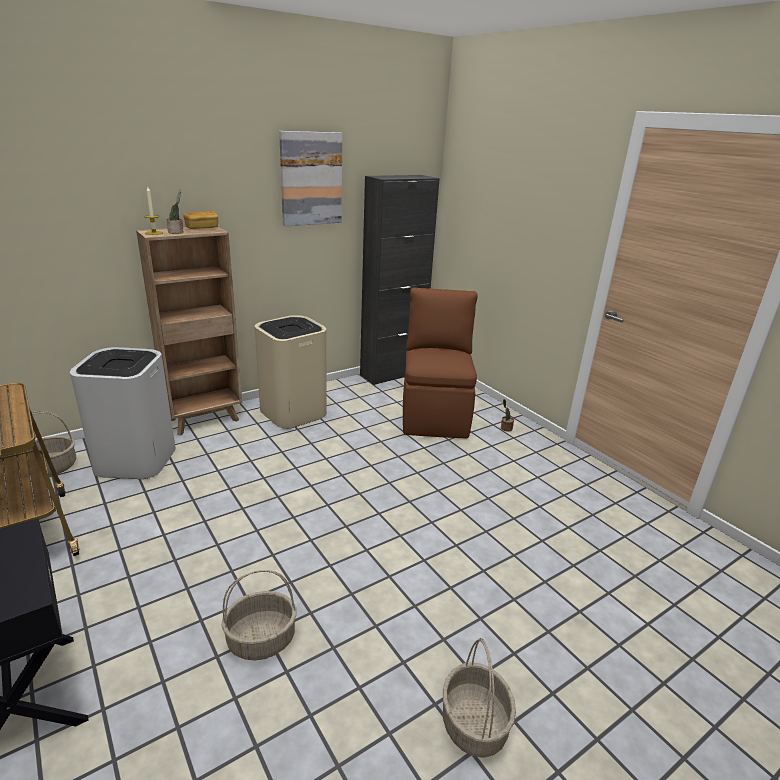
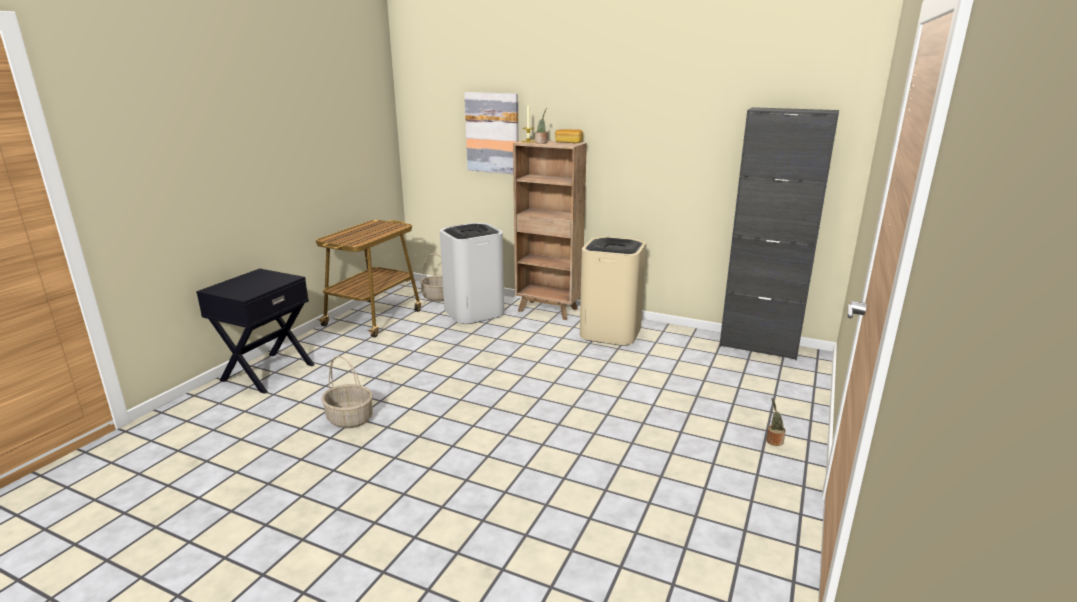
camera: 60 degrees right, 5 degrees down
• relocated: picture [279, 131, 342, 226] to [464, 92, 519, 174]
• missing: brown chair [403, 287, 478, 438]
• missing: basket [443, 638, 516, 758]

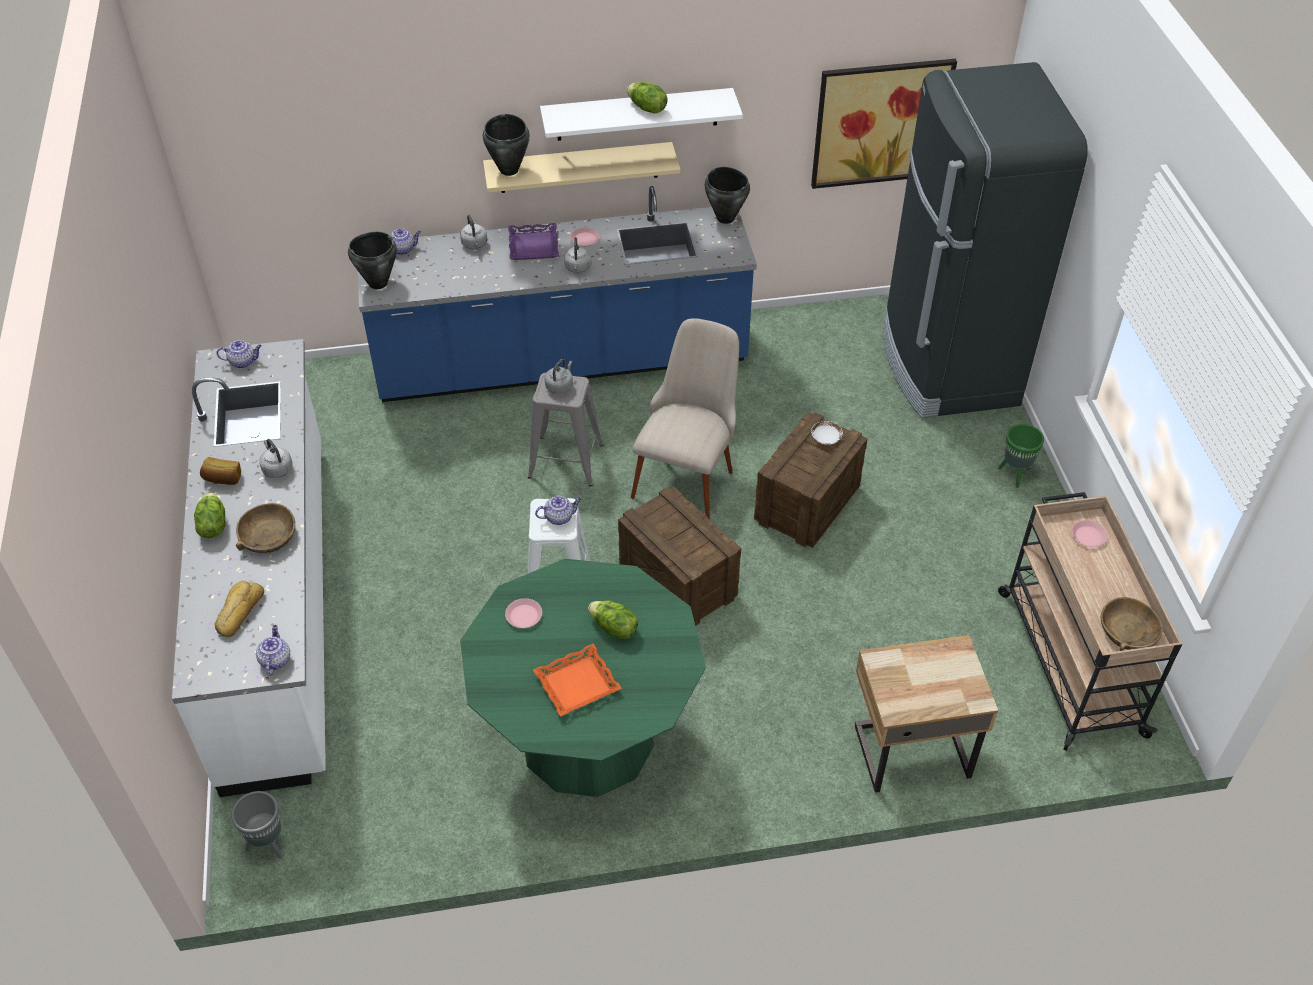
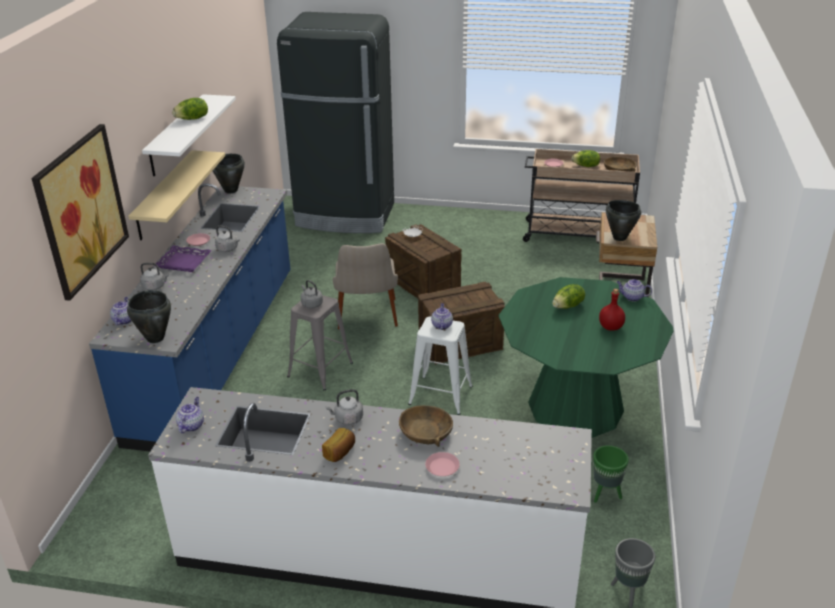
camera: 70 degrees left, 15 degrees down
• relocated: lettuce [194, 493, 226, 539] to [571, 150, 600, 167]
• missing: bread [215, 581, 264, 637]
• relocated: teapot [256, 625, 290, 676] to [617, 279, 652, 302]
• relocated: black cooking pot [483, 114, 530, 176] to [606, 200, 641, 241]
• relocated: pink plate [505, 598, 542, 628] to [425, 452, 460, 476]
• exchanged: orange tray [533, 644, 622, 716] to red bottle [599, 289, 625, 331]
• spun: beige chair [631, 318, 739, 519] = [333, 243, 398, 329] 135 degrees counterclockwise
• relocated: picture [811, 59, 957, 189] to [31, 124, 129, 301]
• relocated: green planter [998, 424, 1044, 488] to [593, 445, 629, 503]

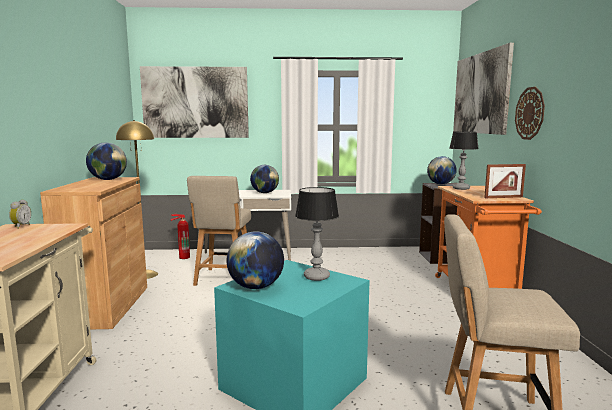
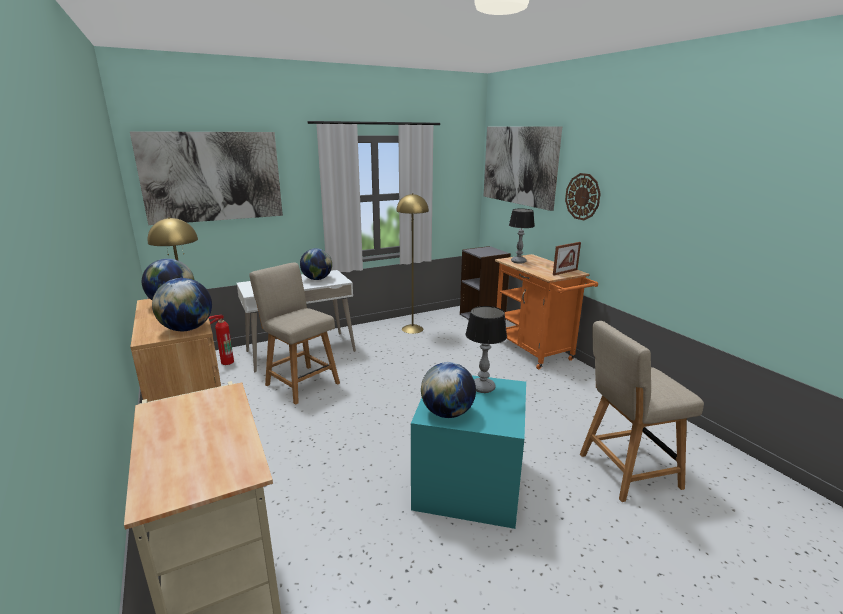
camera: 25 degrees left, 10 degrees up
• missing: alarm clock [9, 200, 31, 229]
• spun: beige chair [187, 176, 251, 286] = [249, 262, 340, 405] 150 degrees clockwise
• relocated: globe [427, 156, 457, 184] to [152, 278, 212, 331]
• appeared: yellow floor lamp [396, 193, 429, 334]

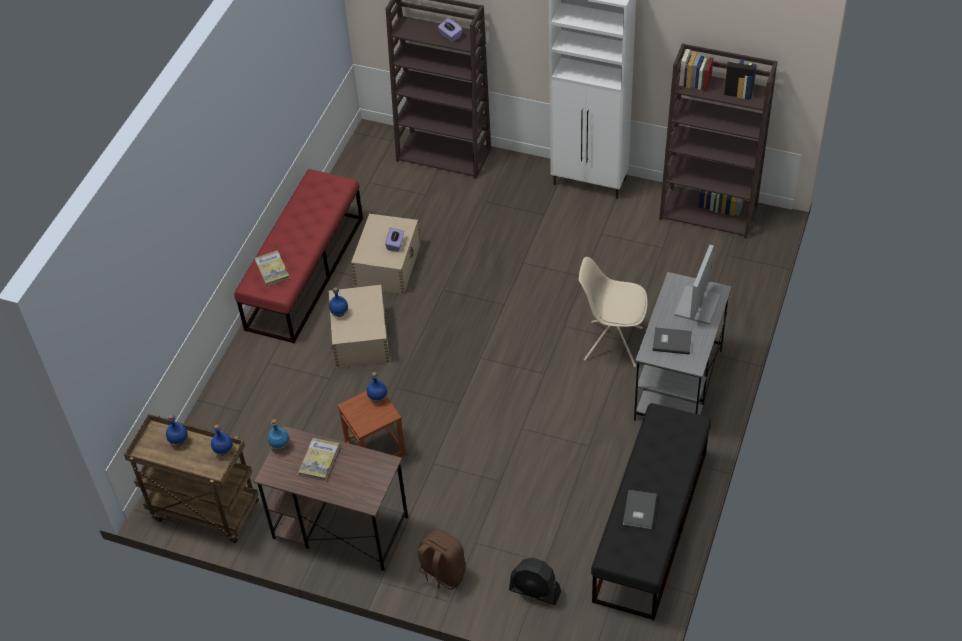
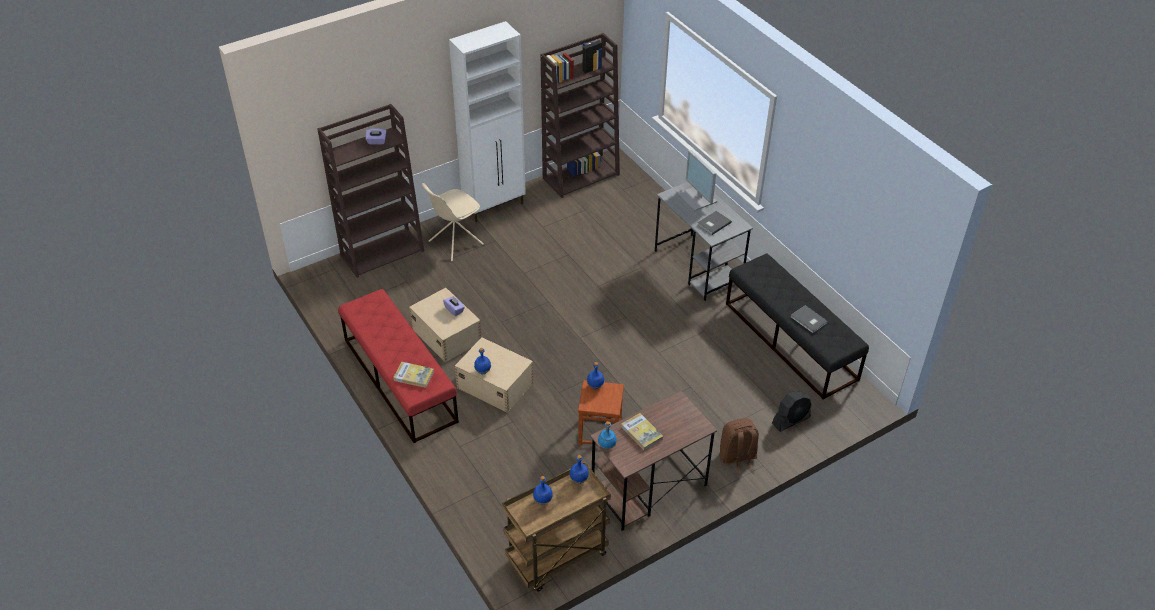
camera: 55 degrees left, 5 degrees down
• relocated: beige chair [579, 257, 648, 367] to [422, 183, 484, 261]

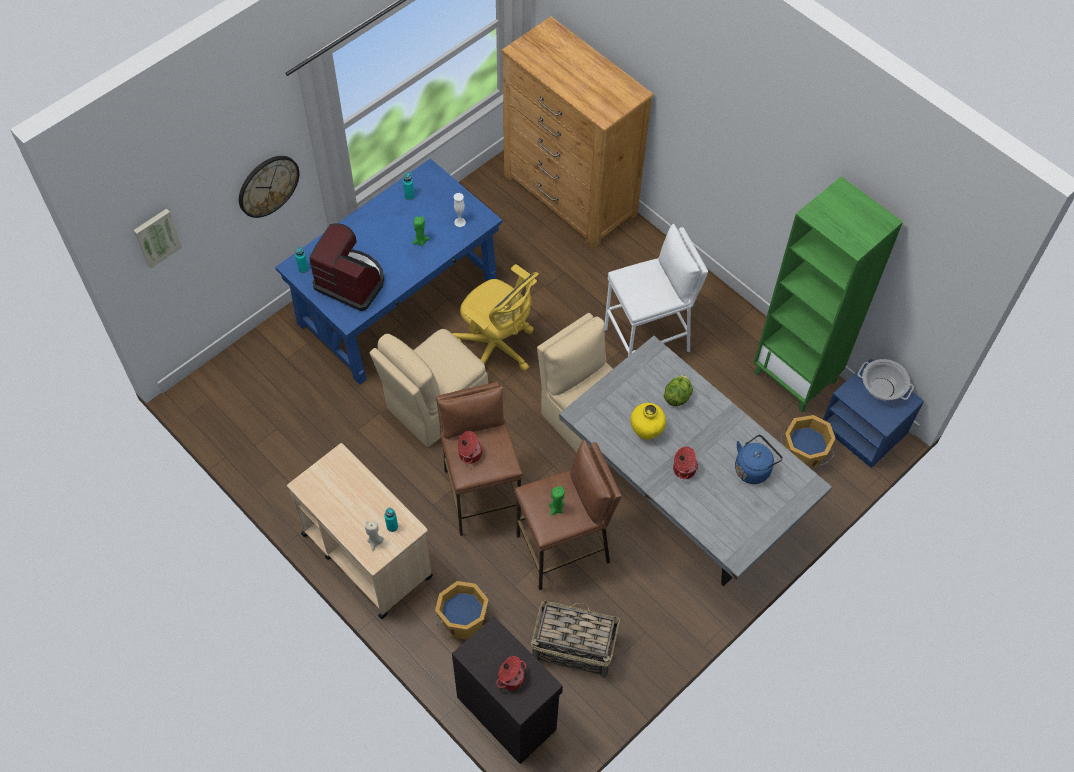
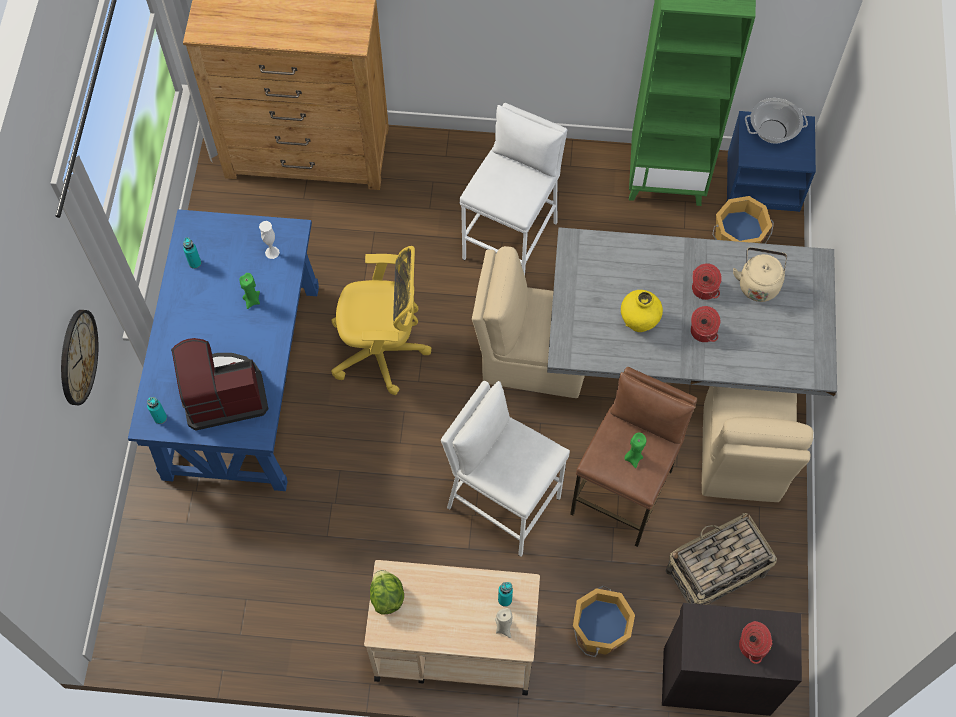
camera: 40 degrees left, 5 degrees up
• missing: picture [133, 209, 182, 269]
• relocated: beige chair [369, 329, 488, 447] to [702, 386, 813, 502]
• colour: brown stool [436, 382, 522, 536] to white stool [441, 381, 570, 557]
• relocated: cooking pot [458, 431, 483, 464] to [692, 263, 722, 300]
• relocated: lettuce [664, 375, 693, 406] to [370, 570, 404, 615]
• colour: blue kettle [735, 435, 783, 484] to beige kettle [733, 247, 787, 302]

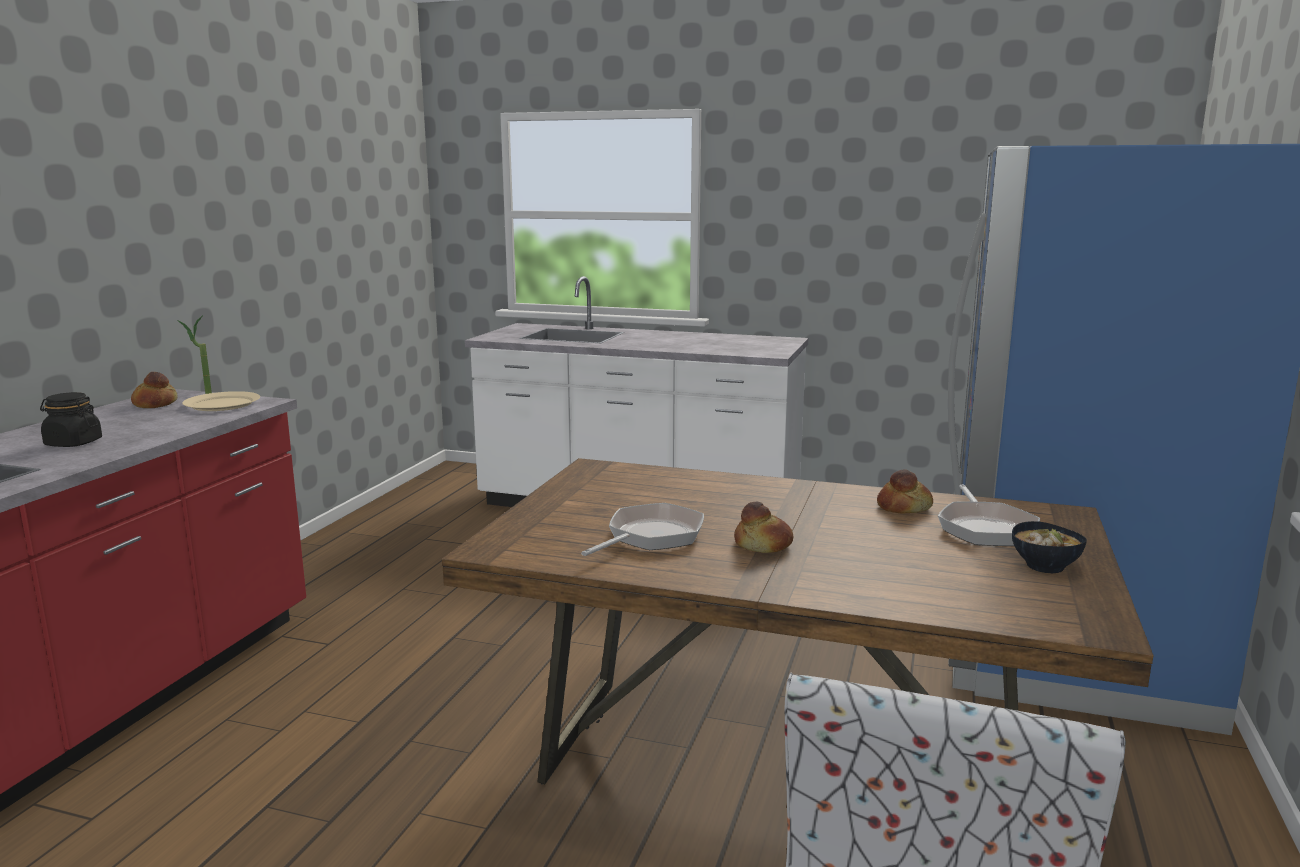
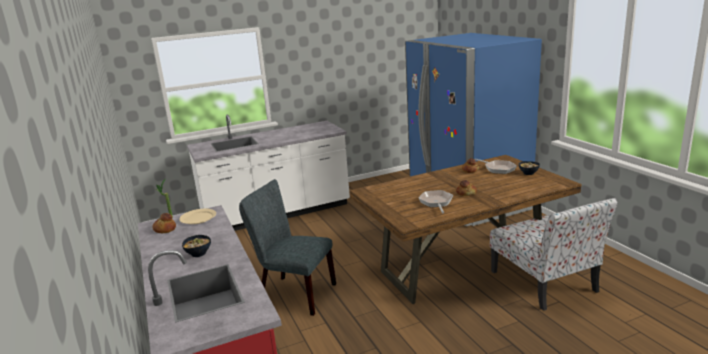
camera: 40 degrees left, 5 degrees up
• exchanged: black jar [40, 392, 102, 447] to bowl [182, 235, 211, 257]
• appeared: grey chair [239, 179, 336, 316]

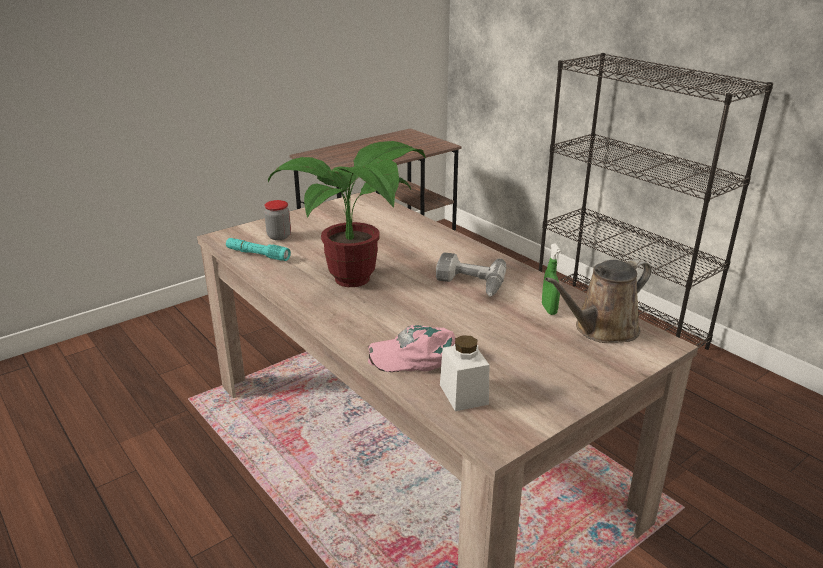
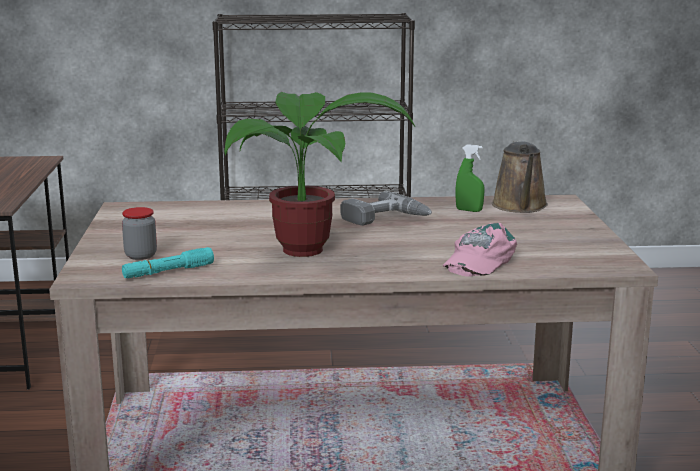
camera: 55 degrees left, 10 degrees down
• missing: white jar [440, 335, 489, 411]

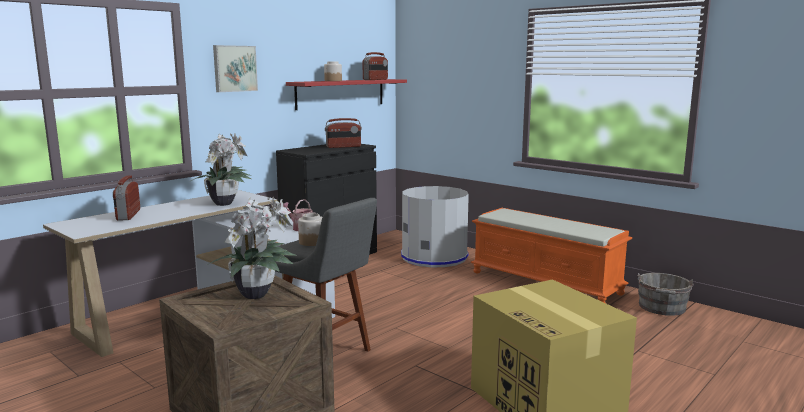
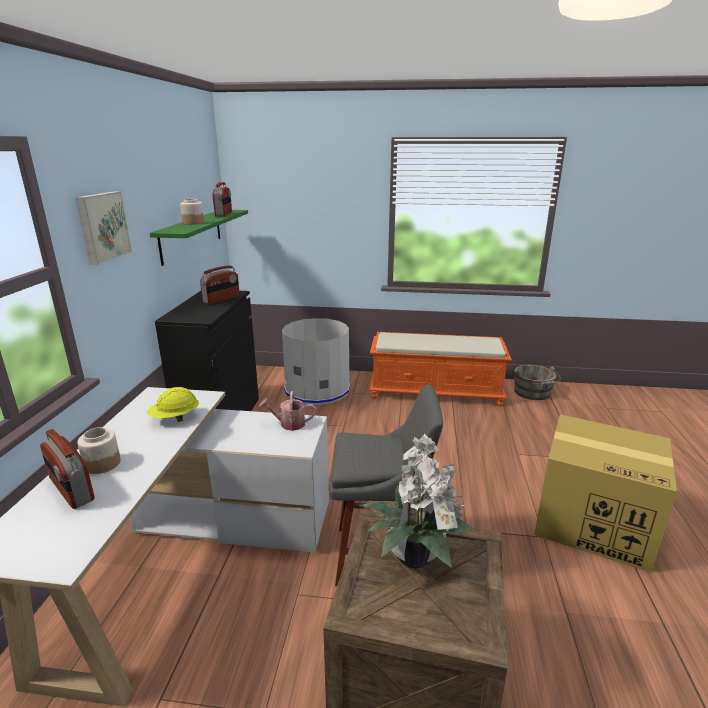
camera: 35 degrees left, 10 degrees up
• exchanged: potted plant [191, 133, 252, 206] to yellow hard hat [148, 387, 199, 422]
• colour: red shelf [286, 79, 407, 110] to green shelf [150, 210, 248, 266]
• relocated: jar [298, 213, 322, 246] to [77, 427, 121, 474]

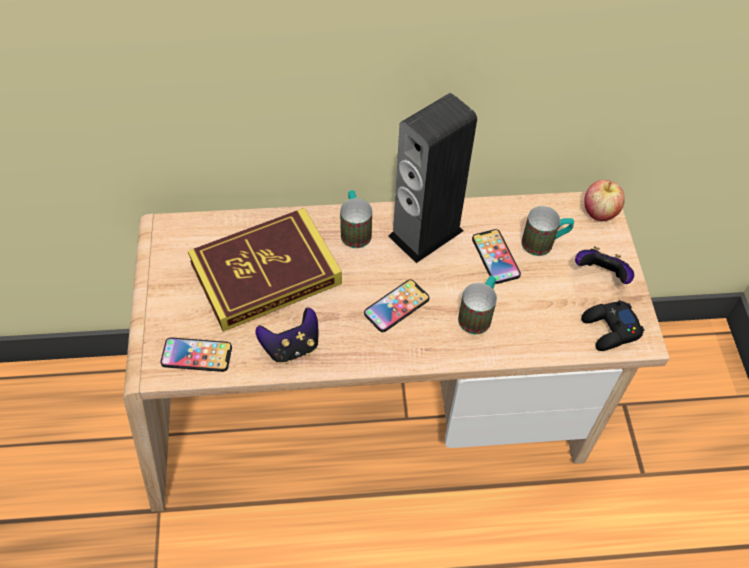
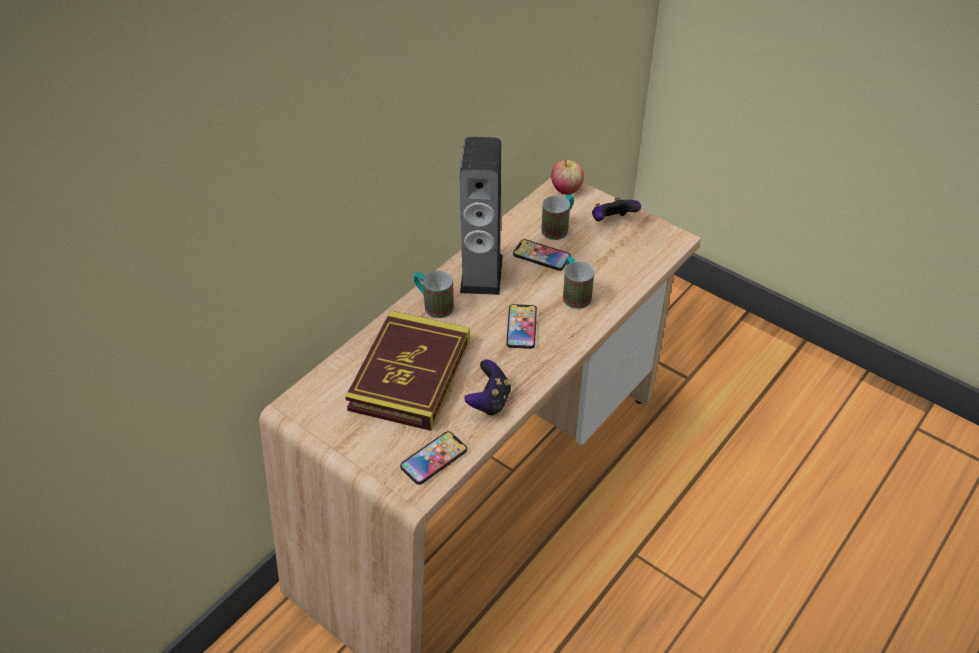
camera: 45 degrees left, 10 degrees down
• missing: black game controller [581, 300, 644, 351]

